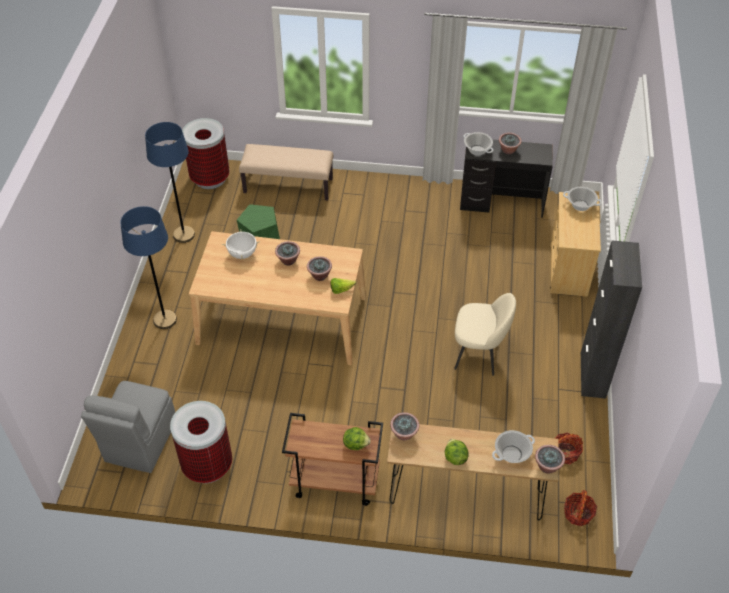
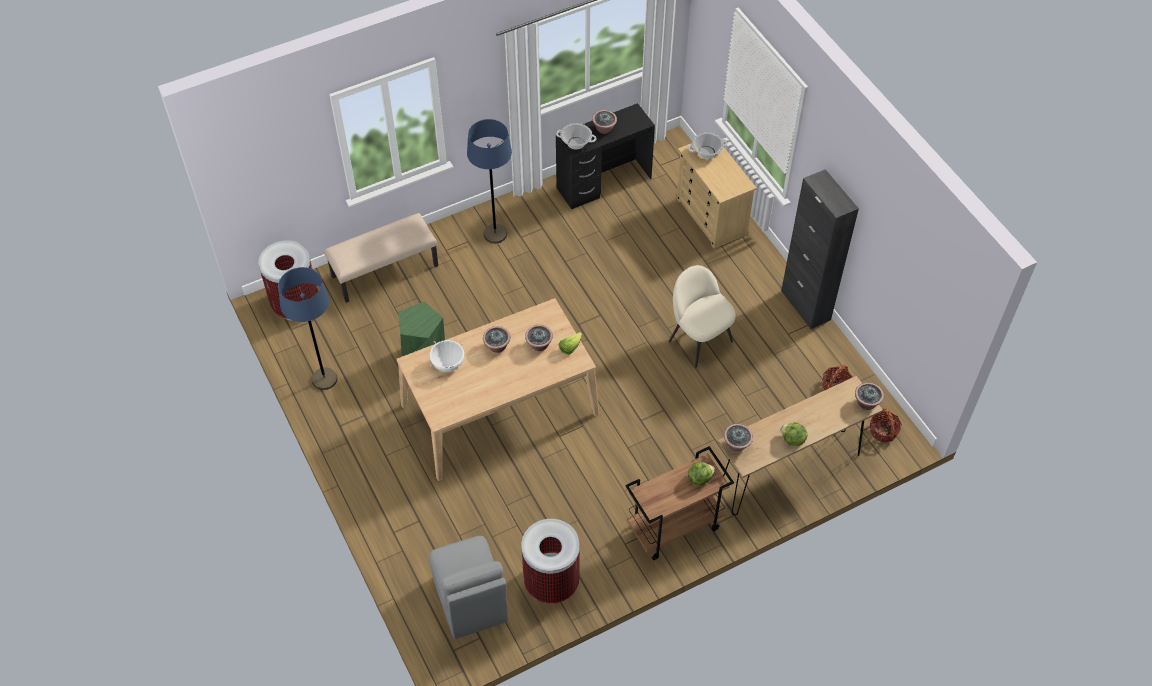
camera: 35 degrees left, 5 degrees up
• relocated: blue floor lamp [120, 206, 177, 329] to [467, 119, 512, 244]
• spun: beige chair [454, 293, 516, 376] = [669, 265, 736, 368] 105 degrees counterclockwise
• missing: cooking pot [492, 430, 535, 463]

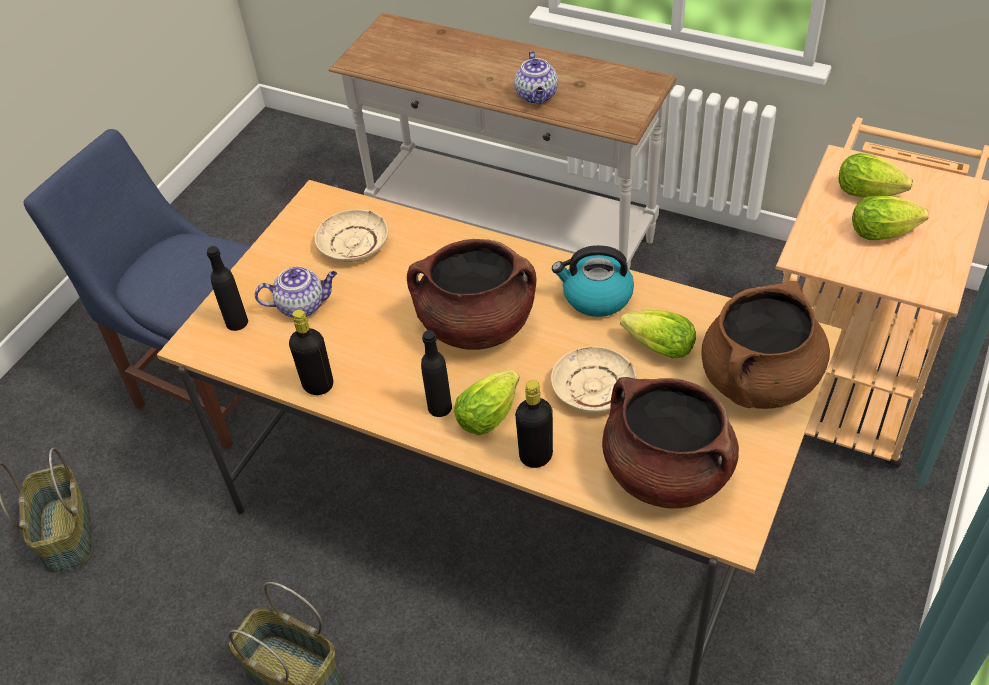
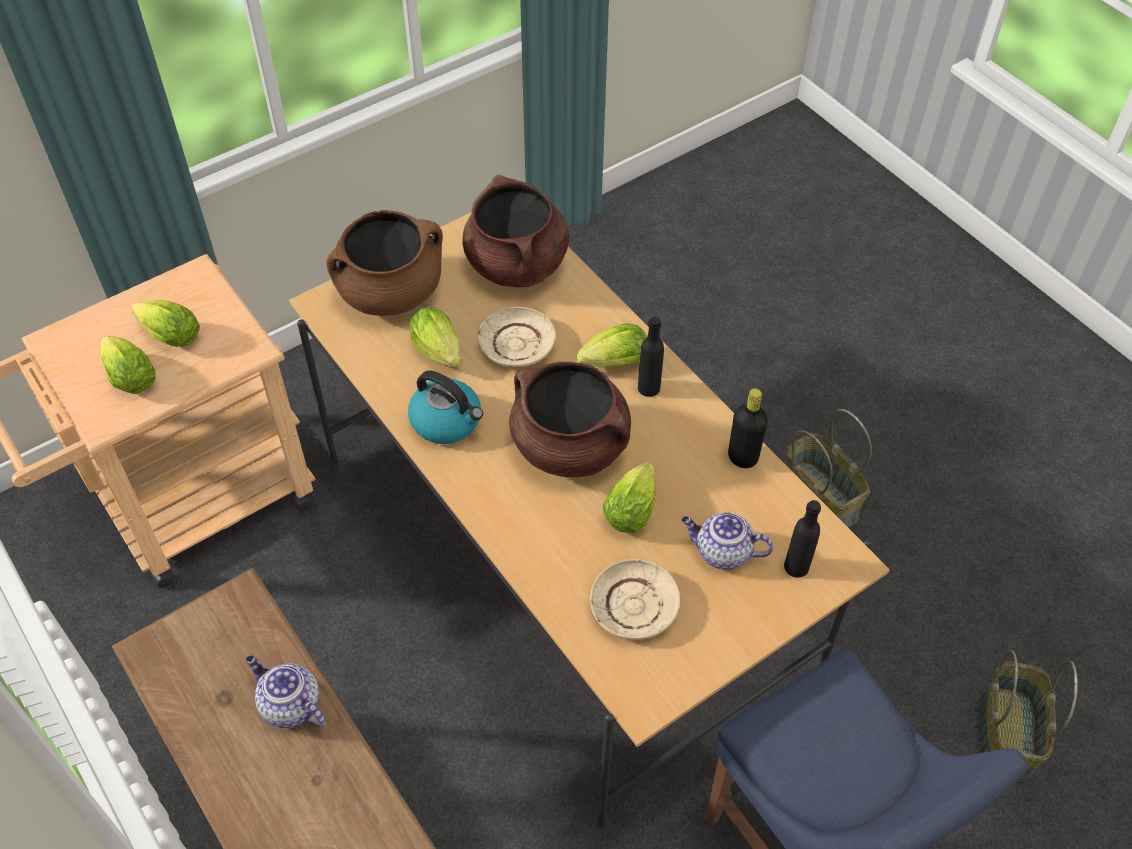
camera: 155 degrees left, 5 degrees up
• spun: teapot [514, 51, 558, 104] = [246, 655, 326, 728] 75 degrees counterclockwise
• missing: black bottle [515, 380, 553, 468]
• appeared: lettuce [603, 462, 655, 533]

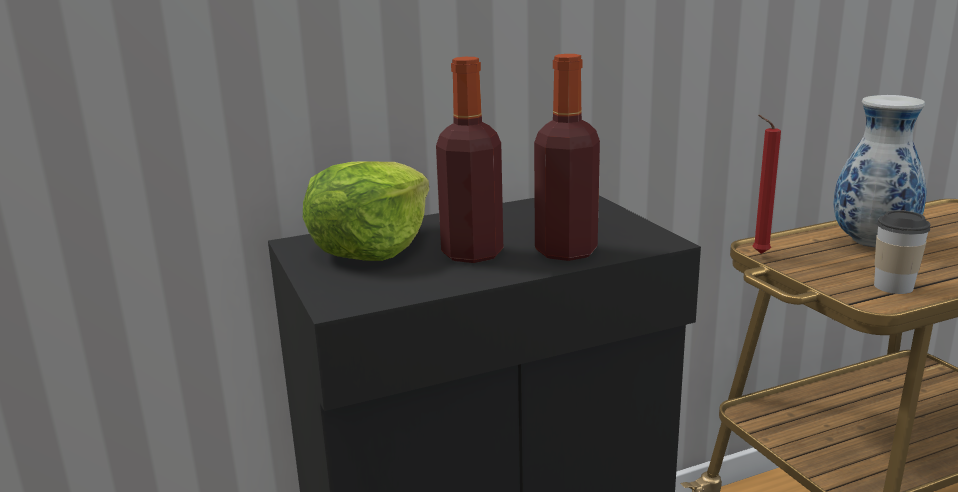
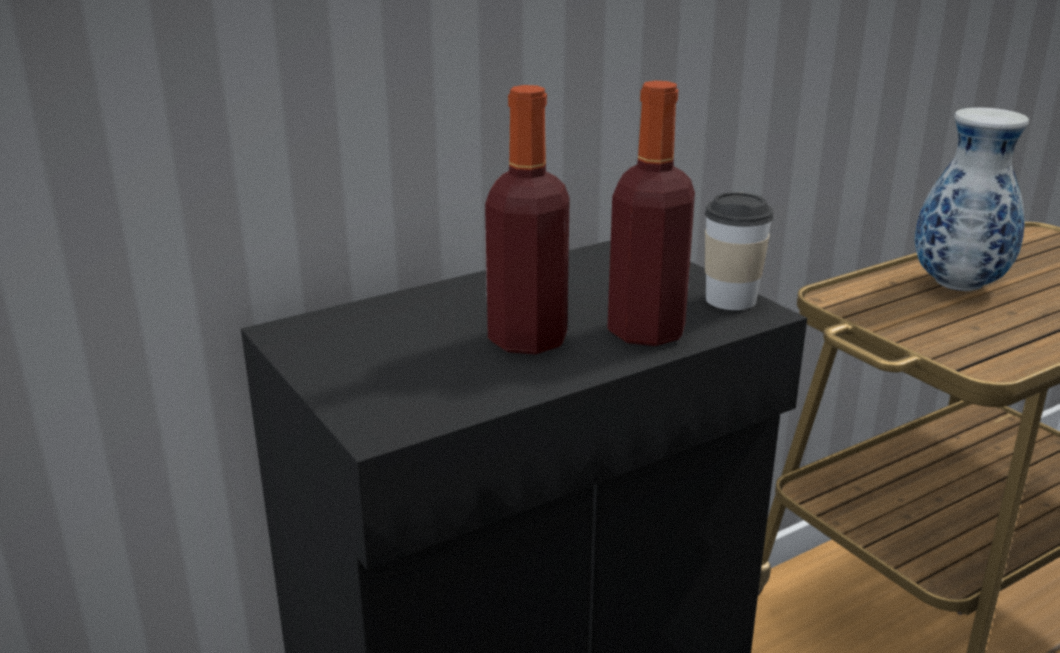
camera: 10 degrees left, 5 degrees up
• missing: lettuce [303, 161, 429, 261]
• missing: red candle [753, 115, 781, 254]
• relocated: cup [874, 210, 930, 294] to [705, 192, 773, 310]

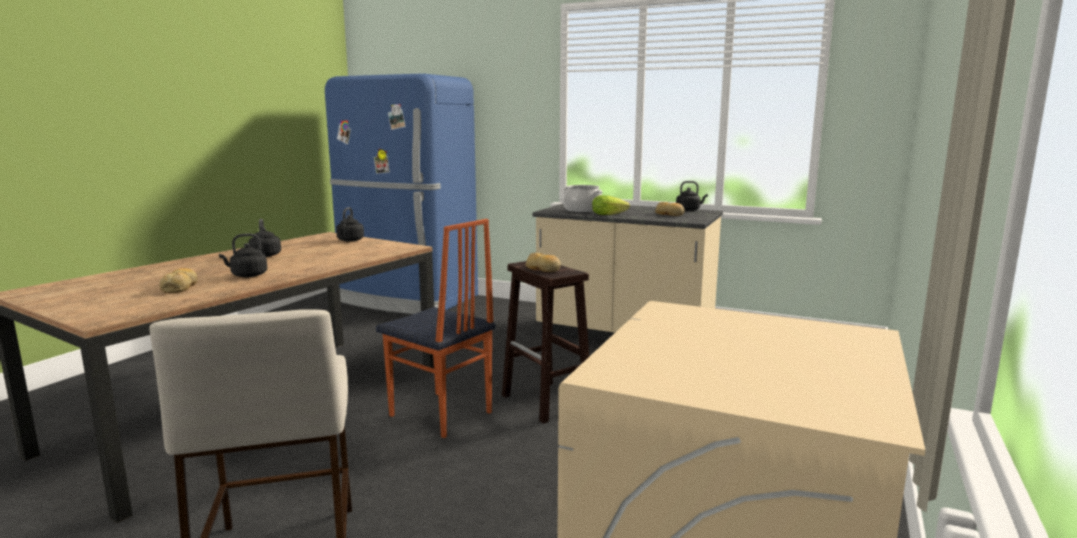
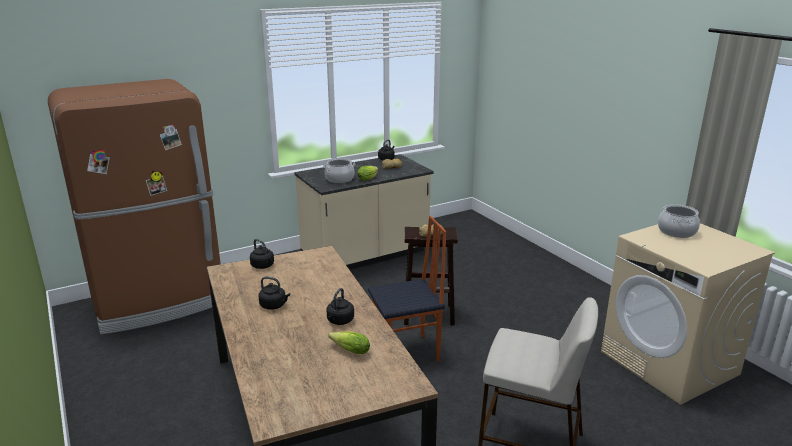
camera: 55 degrees left, 10 degrees up
• exchanged: bread [159, 268, 198, 293] to lettuce [328, 332, 370, 354]
• colour: blue fridge [325, 74, 478, 314] to brown fridge [48, 79, 221, 334]
• appeared: cooking pot [658, 204, 700, 238]

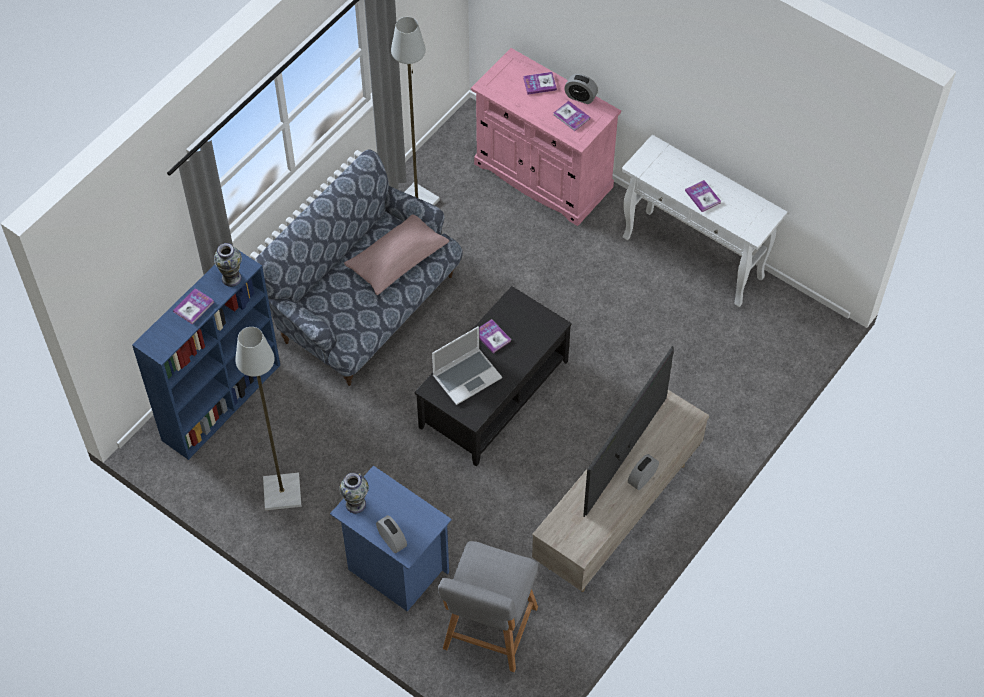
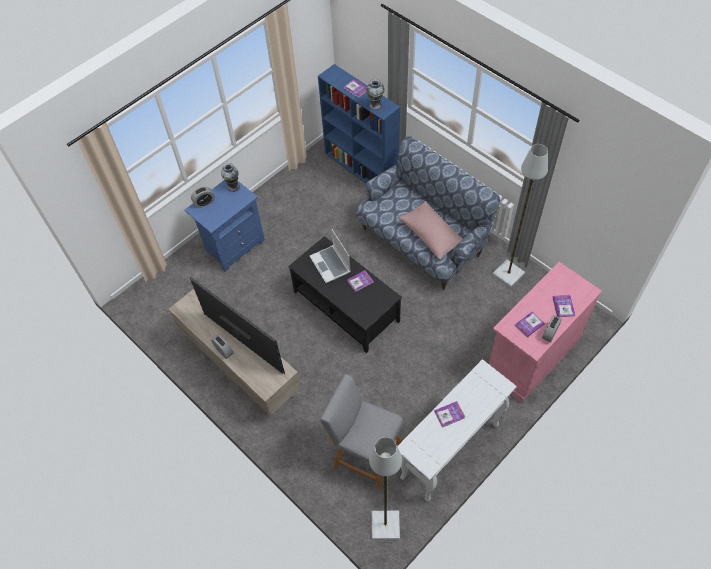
camera: 100 degrees right, 0 degrees up
• relocated: grey floor lamp [235, 327, 301, 510] to [369, 437, 402, 539]
• relocated: grey stool [438, 541, 538, 672] to [320, 374, 403, 490]

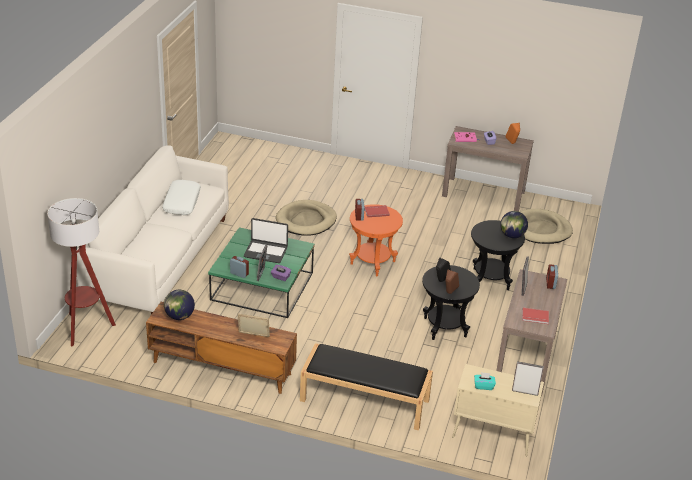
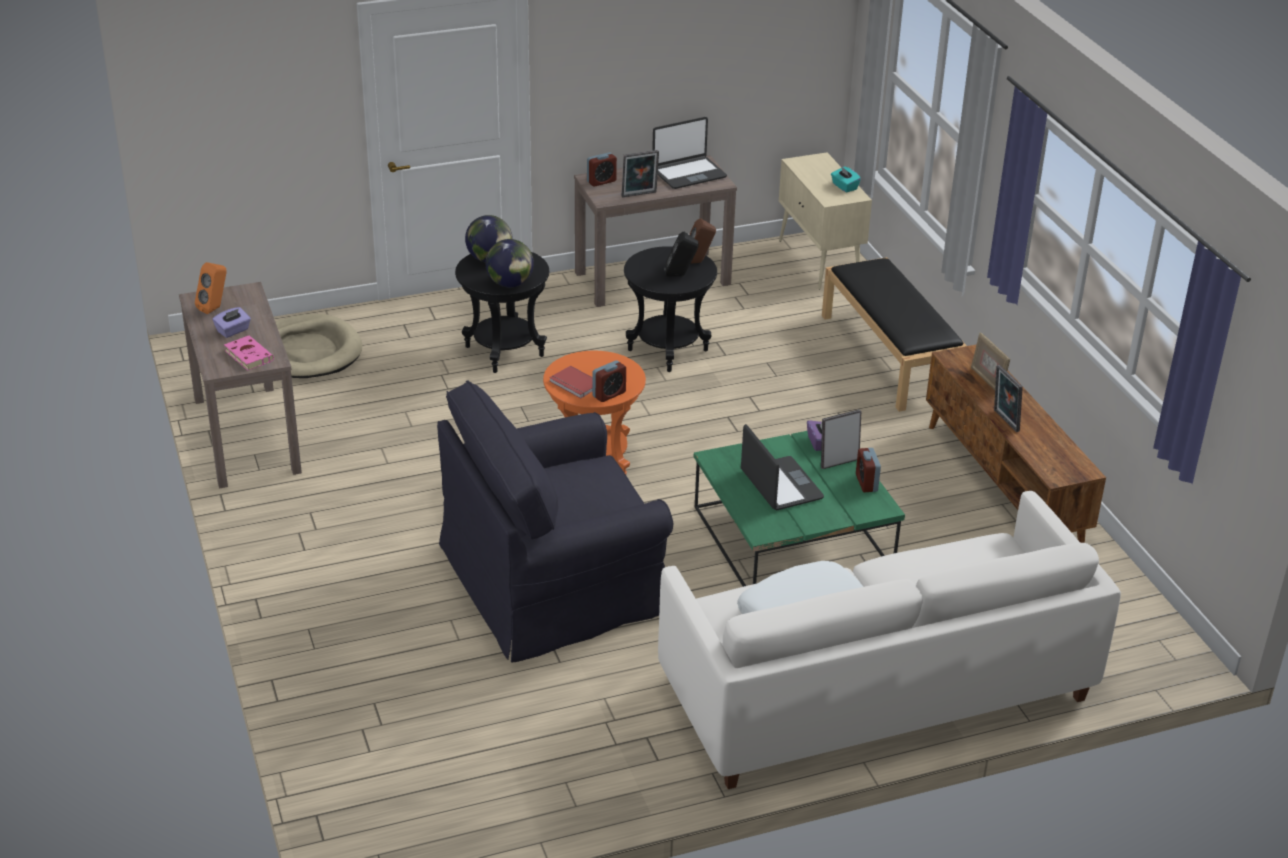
camera: 125 degrees left, 0 degrees up
• missing: floor lamp [47, 198, 116, 347]
• relocated: globe [164, 290, 195, 320] to [485, 239, 534, 287]
• exchanged: beige dog bed [276, 200, 337, 236] to black armchair [437, 381, 673, 662]
• relocated: picture frame [512, 361, 544, 396] to [994, 365, 1023, 432]
• exchanged: red book [522, 308, 549, 324] to laptop [652, 117, 727, 189]

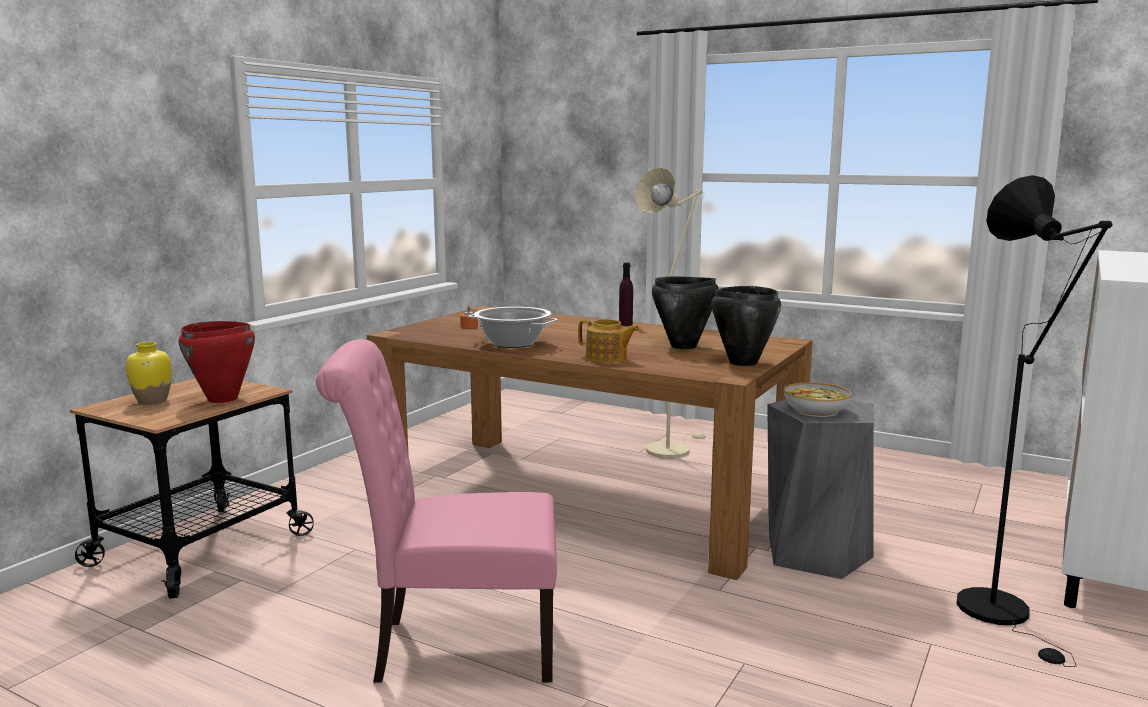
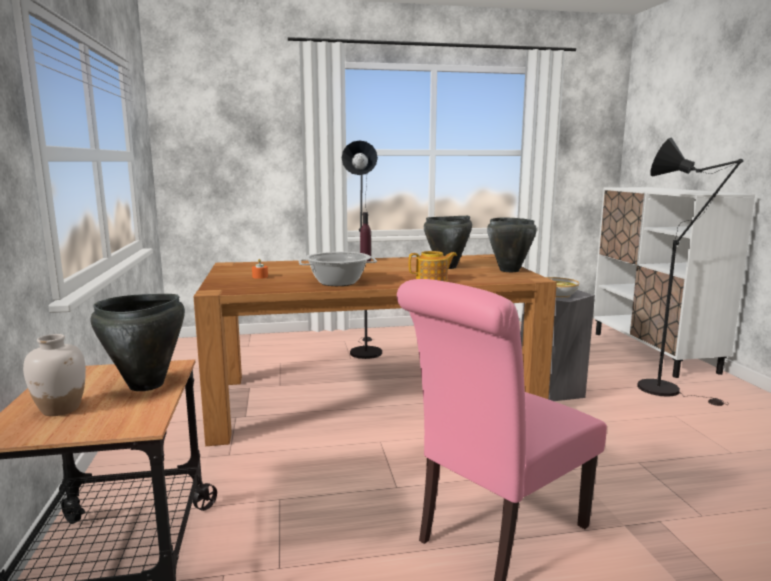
camera: 40 degrees left, 0 degrees up
• colour: yellow vase [126, 342, 172, 405] to white vase [23, 334, 86, 416]
• colour: red cooking pot [179, 321, 255, 403] to black cooking pot [91, 294, 185, 391]
• colour: beige floor lamp [635, 167, 706, 458] to black floor lamp [342, 140, 382, 359]

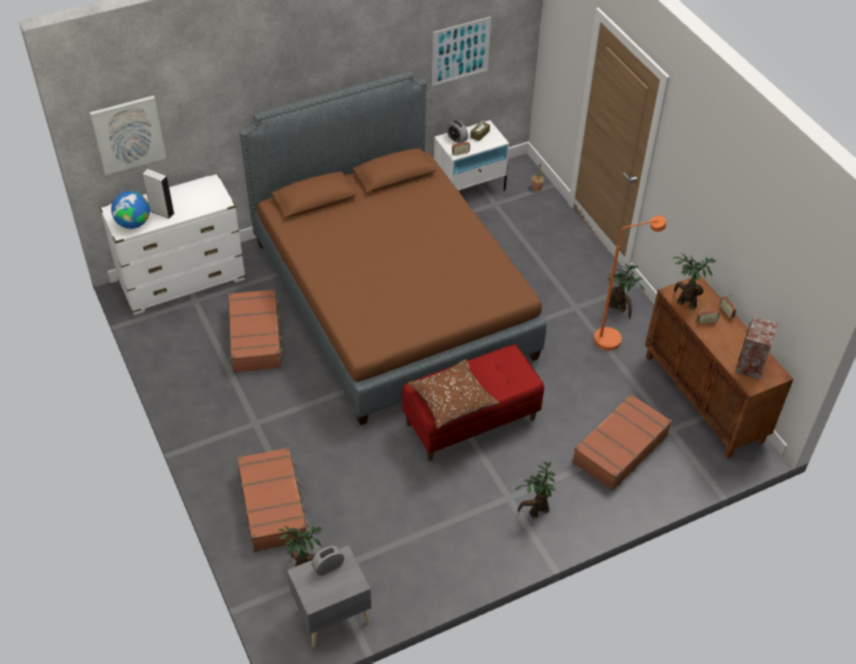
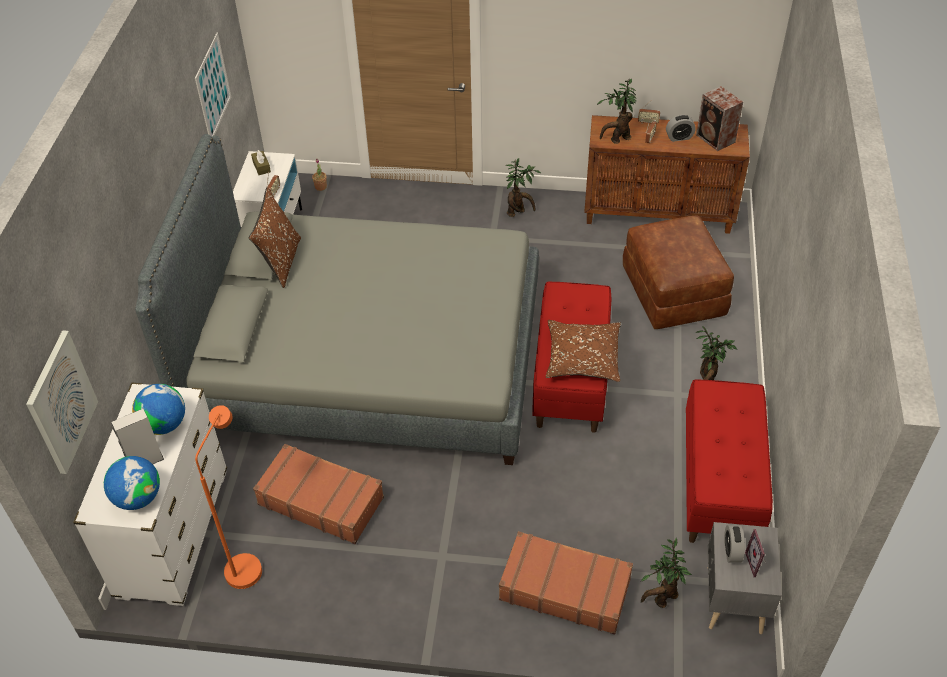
camera: 55 degrees left, 0 degrees up
• colour: brown bed [240, 72, 546, 425] to grey bed [135, 134, 539, 465]
• relocated: alarm clock [446, 120, 468, 144] to [666, 115, 696, 142]
• exchanged: brown suitcase [572, 394, 672, 491] to brown ottoman [623, 215, 734, 329]
• relocated: orange floor lamp [594, 216, 666, 351] to [195, 405, 262, 589]
• appeared: globe [132, 384, 185, 435]
• appeared: brown pillow [249, 187, 301, 288]
• appeared: red bench [686, 379, 773, 543]
• appeared: picture frame [745, 529, 766, 577]

